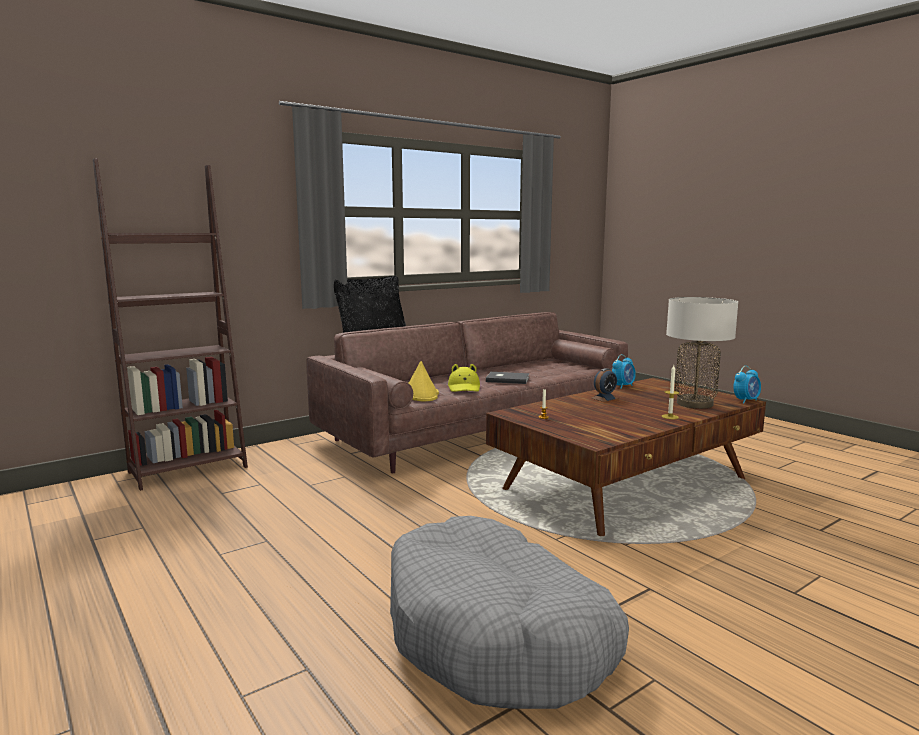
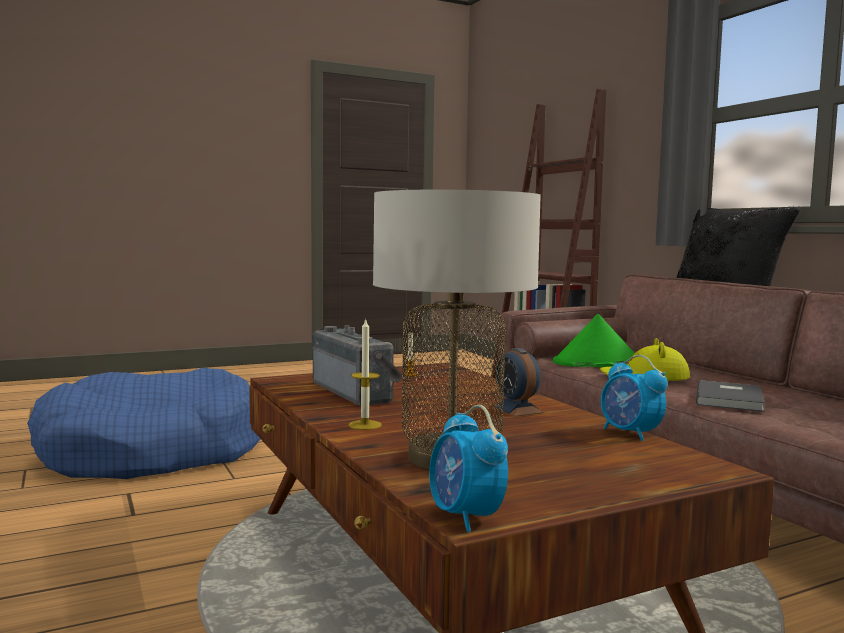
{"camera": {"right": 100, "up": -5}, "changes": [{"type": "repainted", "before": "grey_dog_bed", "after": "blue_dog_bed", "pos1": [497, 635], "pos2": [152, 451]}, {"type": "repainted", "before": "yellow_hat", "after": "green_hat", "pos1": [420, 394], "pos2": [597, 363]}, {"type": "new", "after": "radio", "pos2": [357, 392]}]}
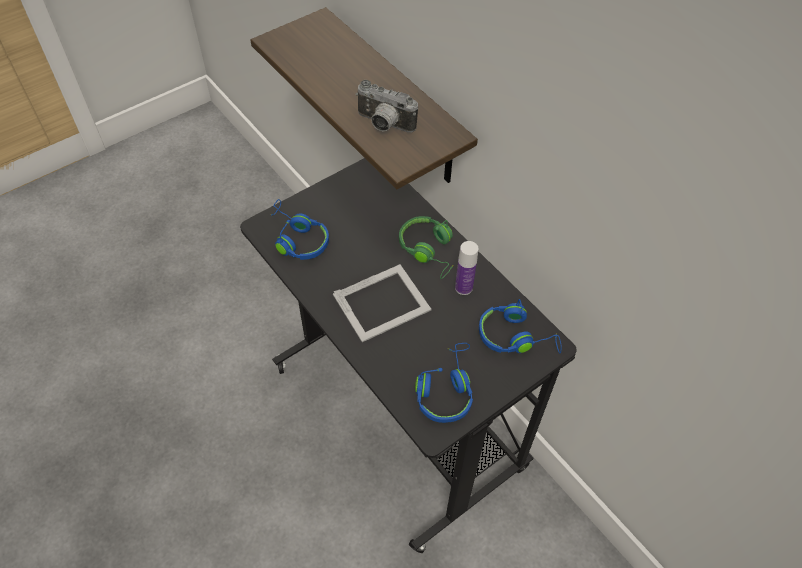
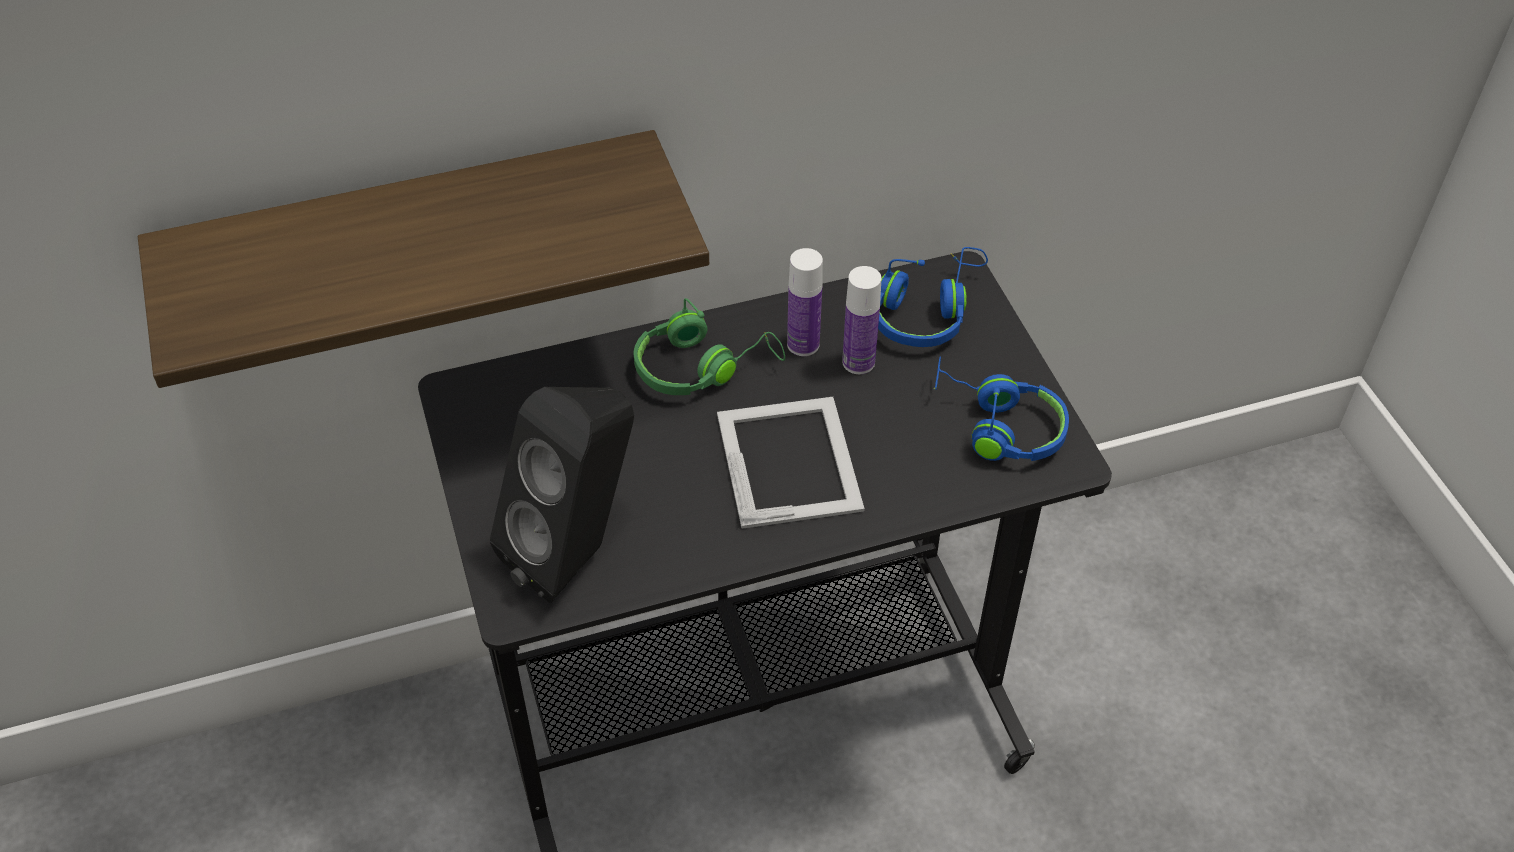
{"camera": {"right": -70, "up": -5}, "changes": [{"type": "swapped", "before": "blue_headphones", "after": "black_speaker", "pos1": [297, 238], "pos2": [578, 553]}, {"type": "gone", "before": "photo_camera", "pos1": [383, 125]}, {"type": "new", "after": "bottle", "pos2": [858, 362]}]}
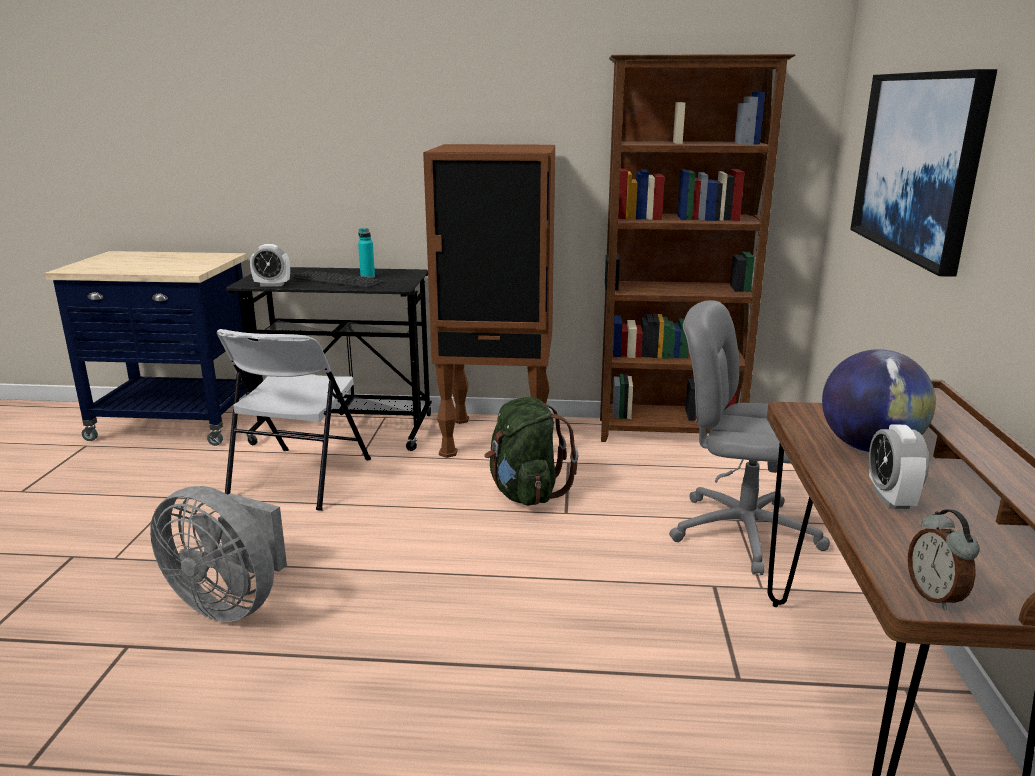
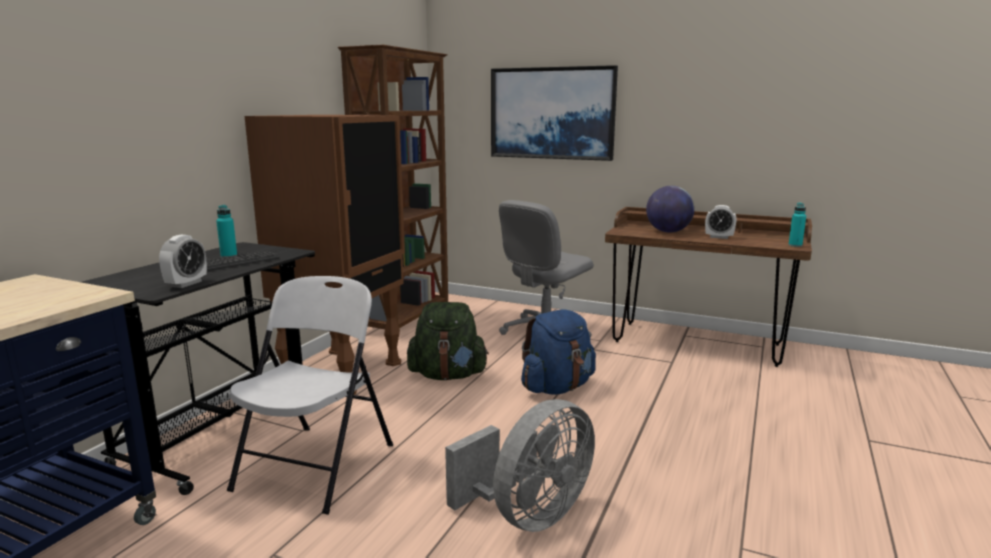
{"camera": {"right": -70, "up": -5}, "changes": [{"type": "rotated", "before": "white_chair", "pos1": [300, 478], "pos2": [316, 467], "turn": -105}, {"type": "swapped", "before": "alarm_clock", "after": "turquoise_bottle", "pos1": [935, 596], "pos2": [795, 245]}, {"type": "new", "after": "blue_backpack", "pos2": [557, 387]}]}
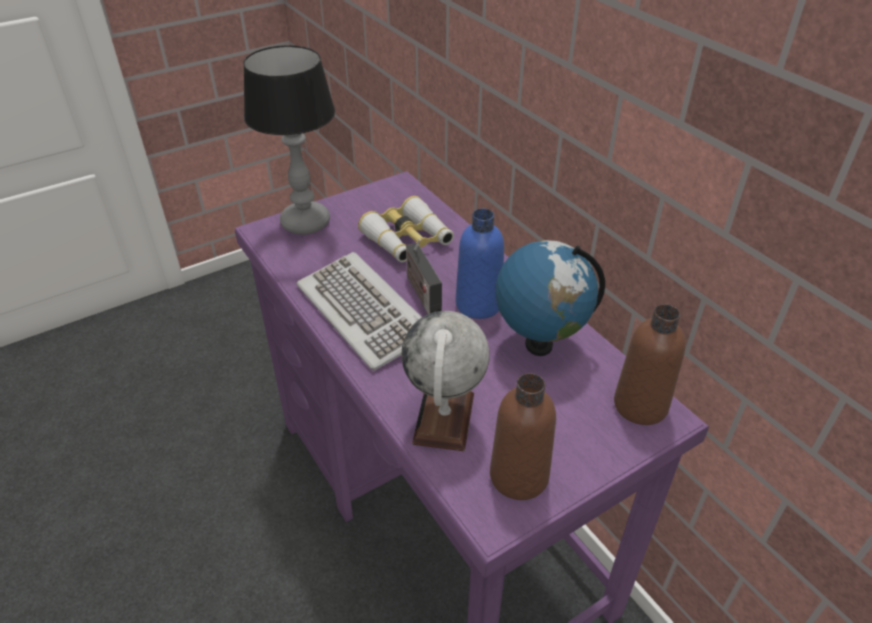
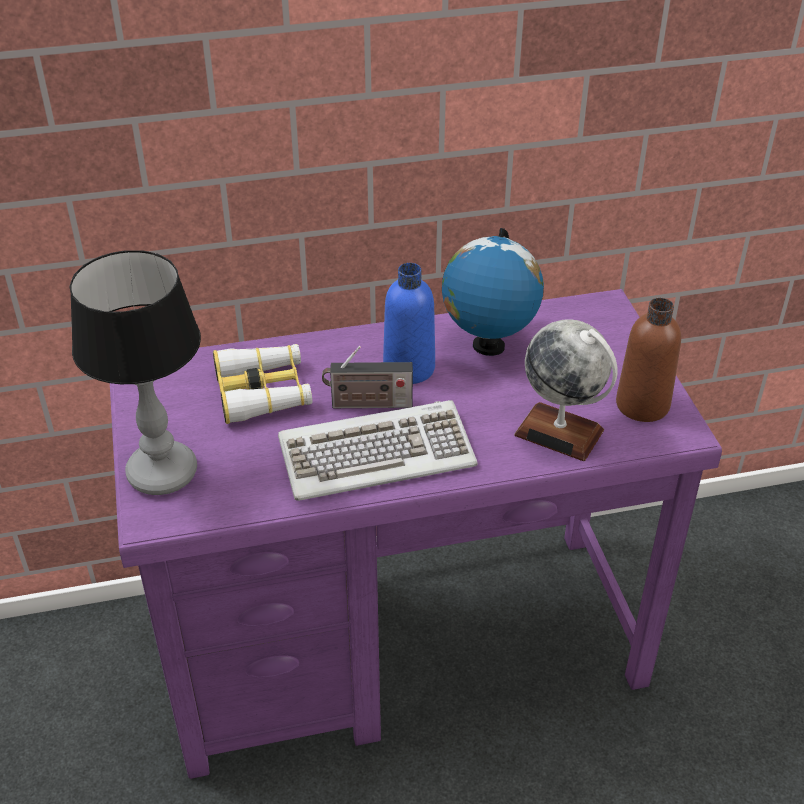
{"camera": {"right": -70, "up": 0}, "changes": [{"type": "gone", "before": "brown_bottle", "pos1": [640, 405]}]}
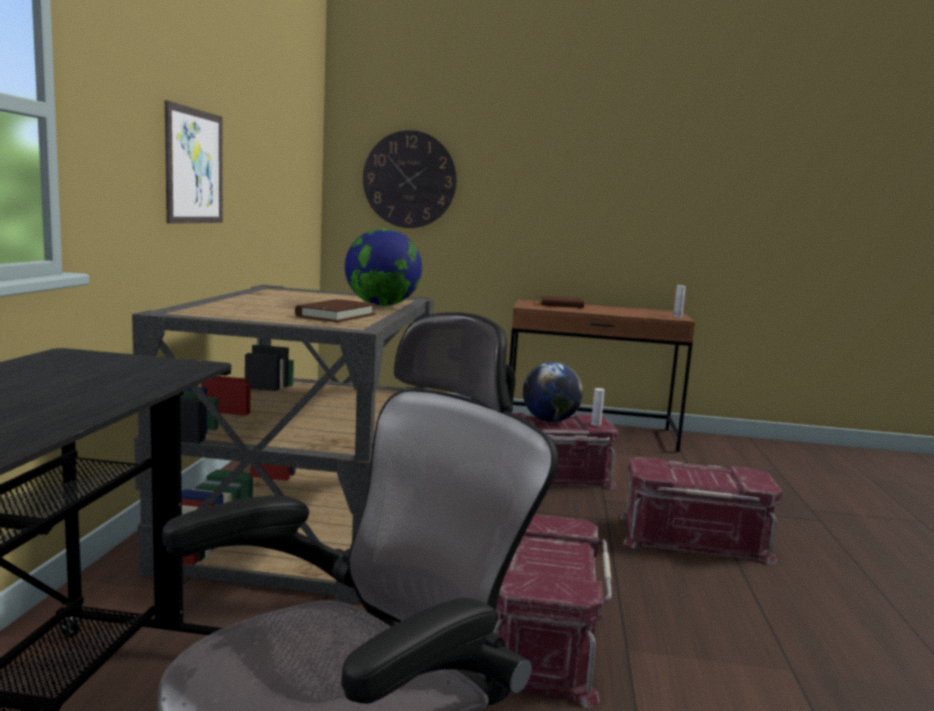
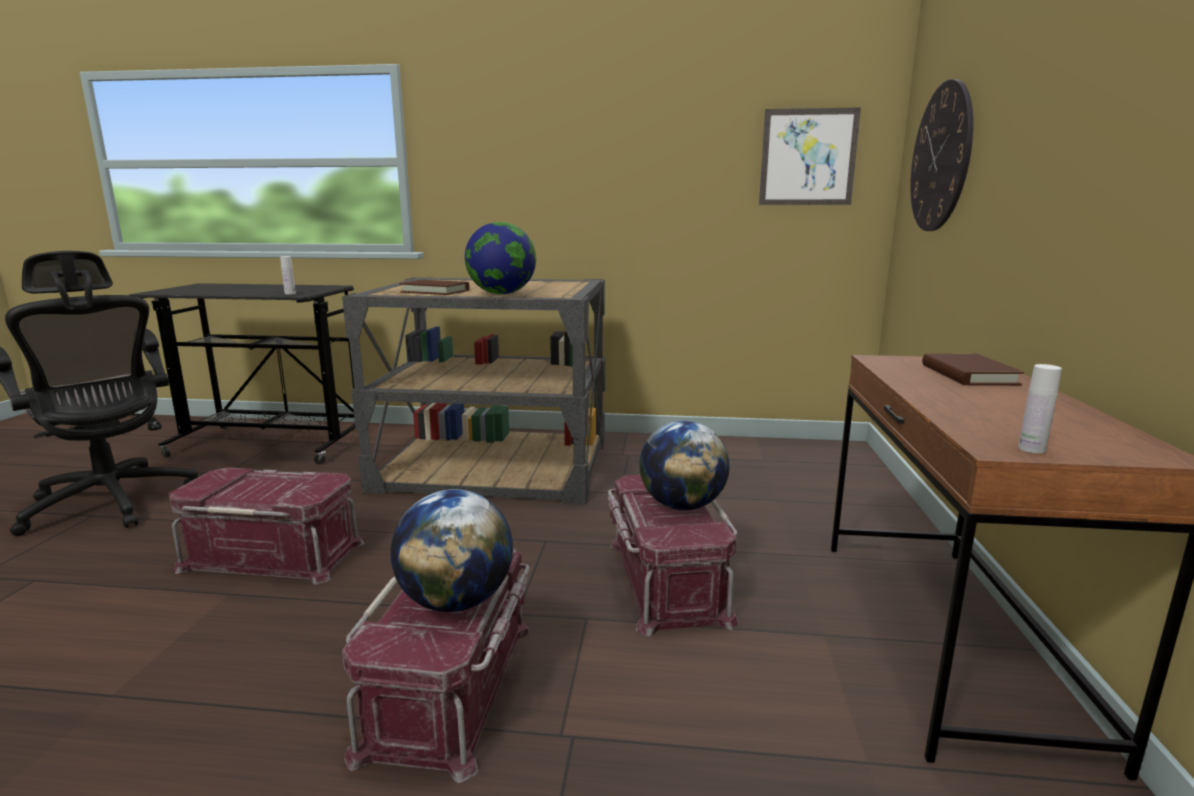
{"camera": {"right": 90, "up": 5}, "changes": [{"type": "shifted", "before": "picture", "pos1": [194, 166], "pos2": [808, 157]}, {"type": "shifted", "before": "white_bottle", "pos1": [596, 424], "pos2": [290, 293]}, {"type": "new", "after": "globe", "pos2": [456, 601]}]}
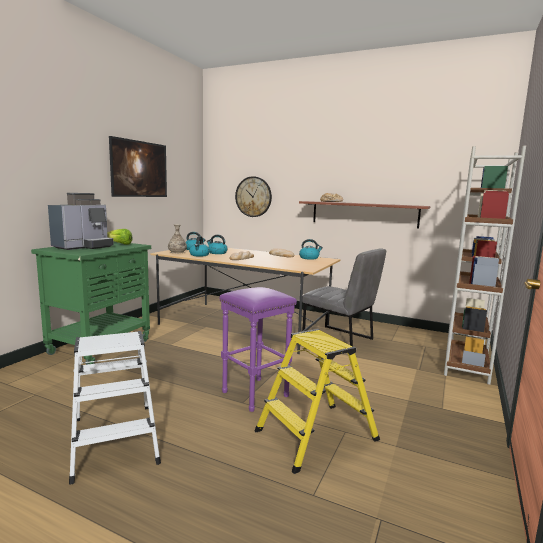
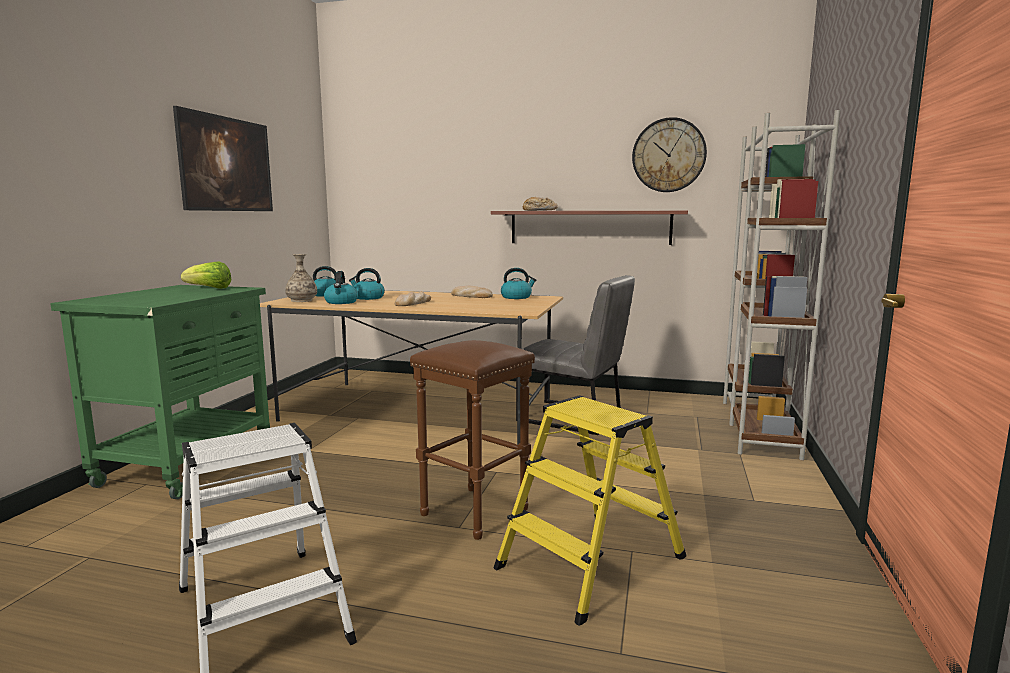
{"camera": {"right": -10, "up": 0}, "changes": [{"type": "gone", "before": "coffee_machine", "pos1": [84, 247]}, {"type": "repainted", "before": "purple_stool", "after": "brown_stool", "pos1": [257, 394], "pos2": [477, 511]}, {"type": "shifted", "before": "wall_clock", "pos1": [253, 196], "pos2": [668, 155]}]}
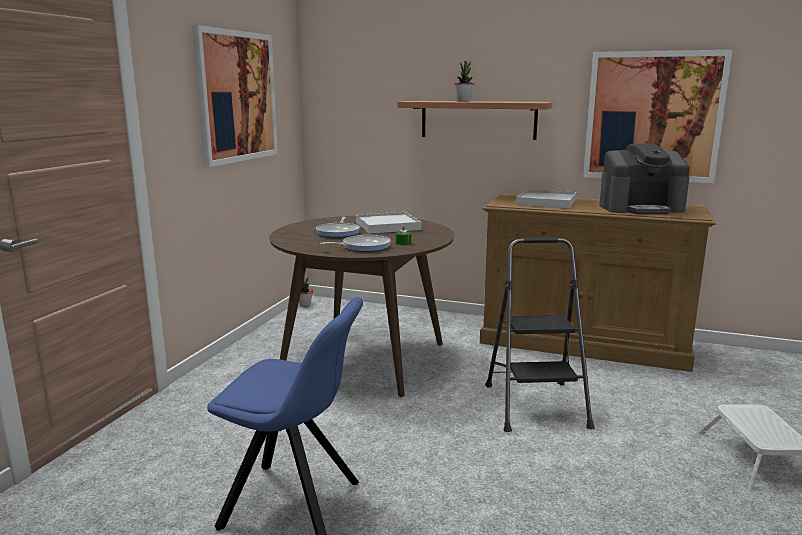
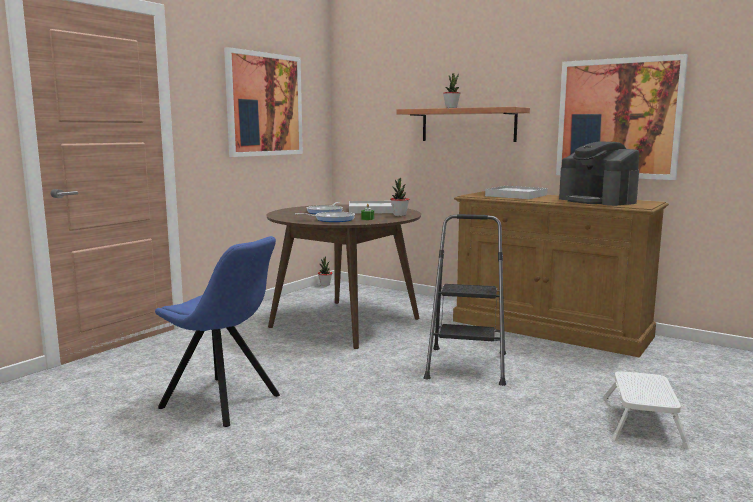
{"camera": {"right": 15, "up": -5}, "changes": [{"type": "rotated", "before": "coffee_machine", "pos1": [641, 208], "pos2": [597, 201], "turn": 45}, {"type": "new", "after": "potted_plant", "pos2": [399, 215]}]}
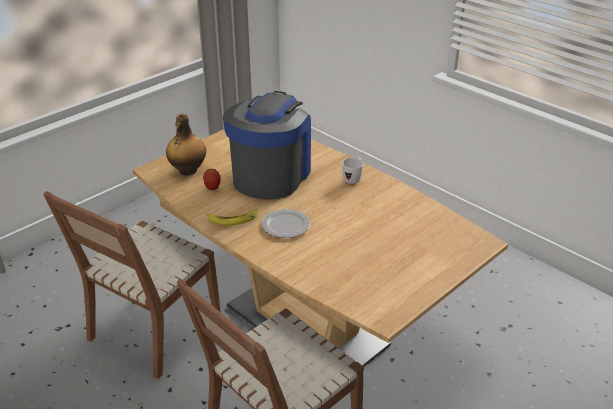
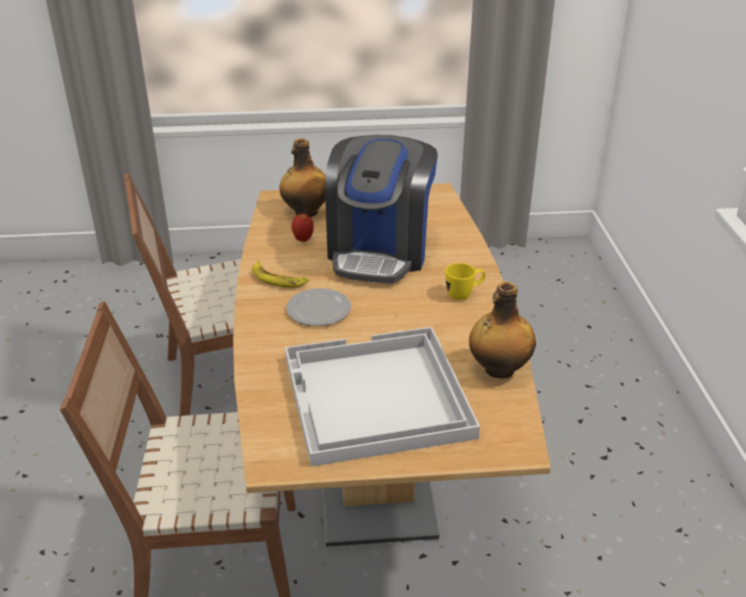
{"camera": {"right": 40, "up": 0}, "changes": [{"type": "rotated", "before": "coffee_machine", "pos1": [271, 175], "pos2": [379, 251], "turn": 135}, {"type": "repainted", "before": "white_mug", "after": "yellow_mug", "pos1": [353, 179], "pos2": [464, 295]}, {"type": "new", "after": "white_tray", "pos2": [375, 398]}, {"type": "new", "after": "bottle", "pos2": [498, 370]}]}
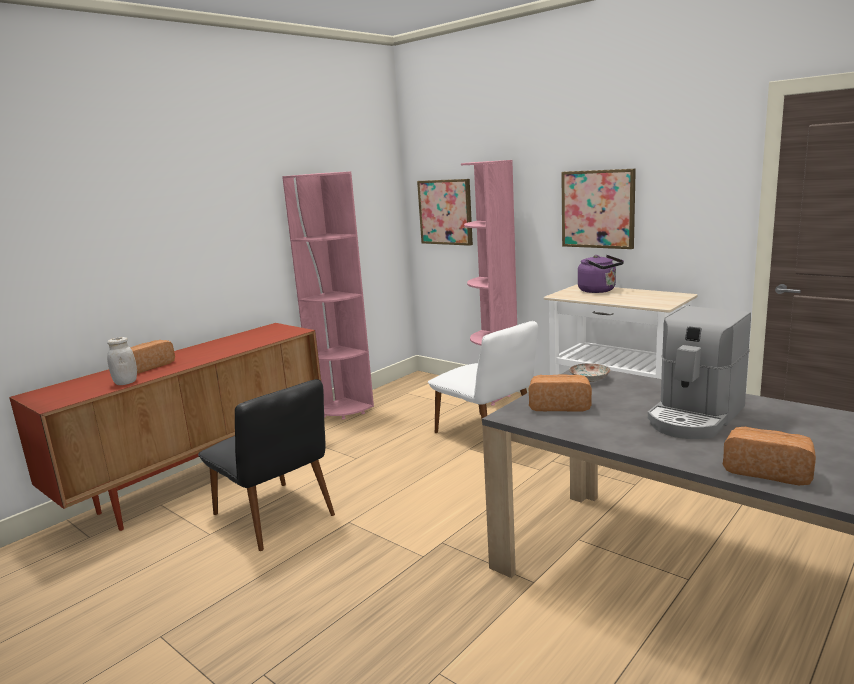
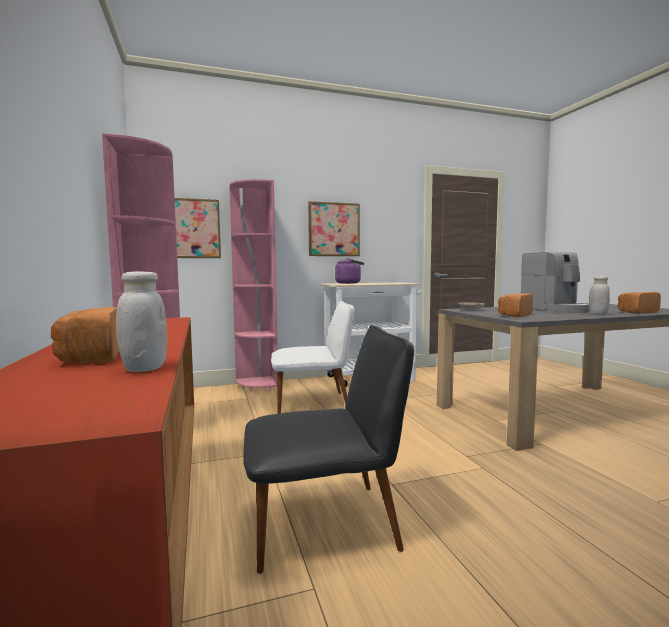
{"camera": {"right": -60, "up": -10}, "changes": [{"type": "new", "after": "white_jar", "pos2": [598, 314]}]}
